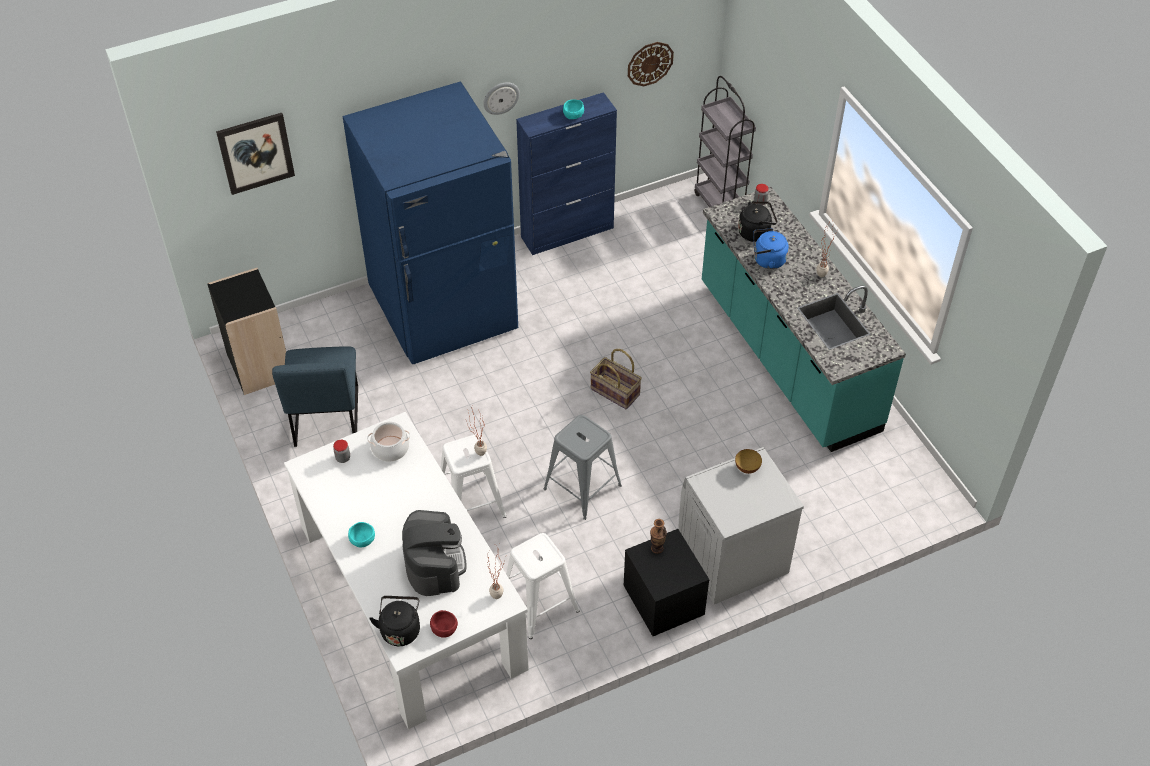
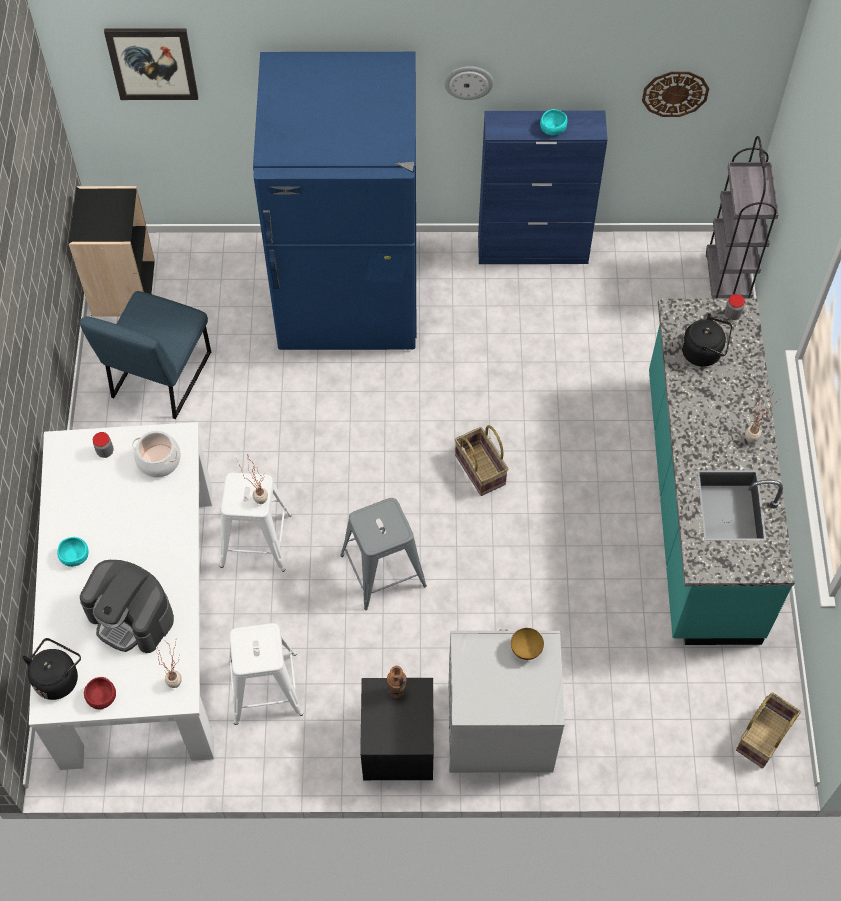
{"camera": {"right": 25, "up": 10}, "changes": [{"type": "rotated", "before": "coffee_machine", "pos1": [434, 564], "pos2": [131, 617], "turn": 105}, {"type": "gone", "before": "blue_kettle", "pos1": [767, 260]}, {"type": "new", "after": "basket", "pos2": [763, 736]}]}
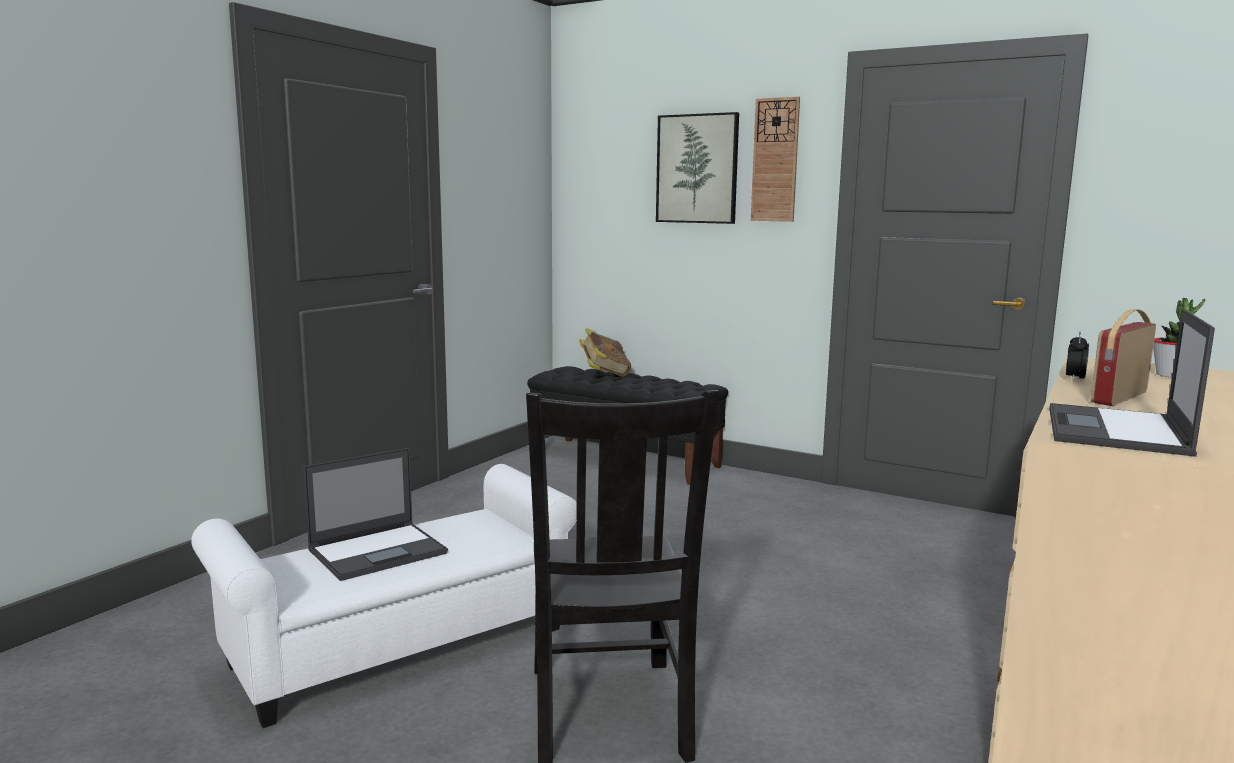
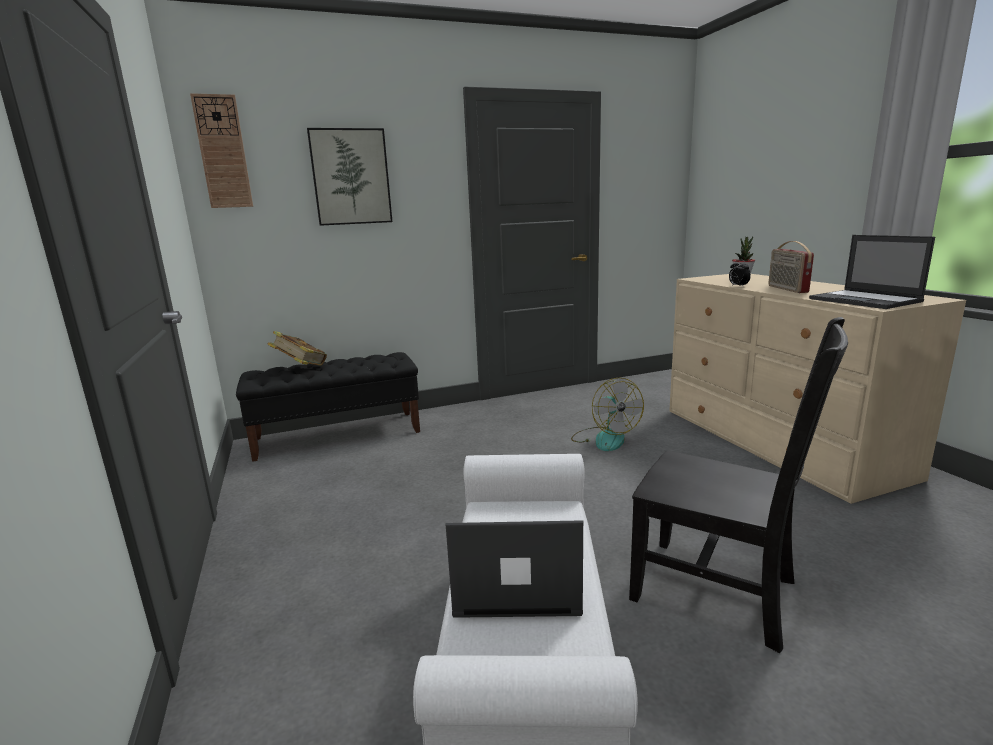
{"camera": {"right": -50, "up": 5}, "changes": [{"type": "rotated", "before": "laptop", "pos1": [379, 551], "pos2": [515, 583], "turn": -90}, {"type": "shifted", "before": "wall_clock", "pos1": [775, 160], "pos2": [223, 152]}, {"type": "new", "after": "fan", "pos2": [604, 438]}]}
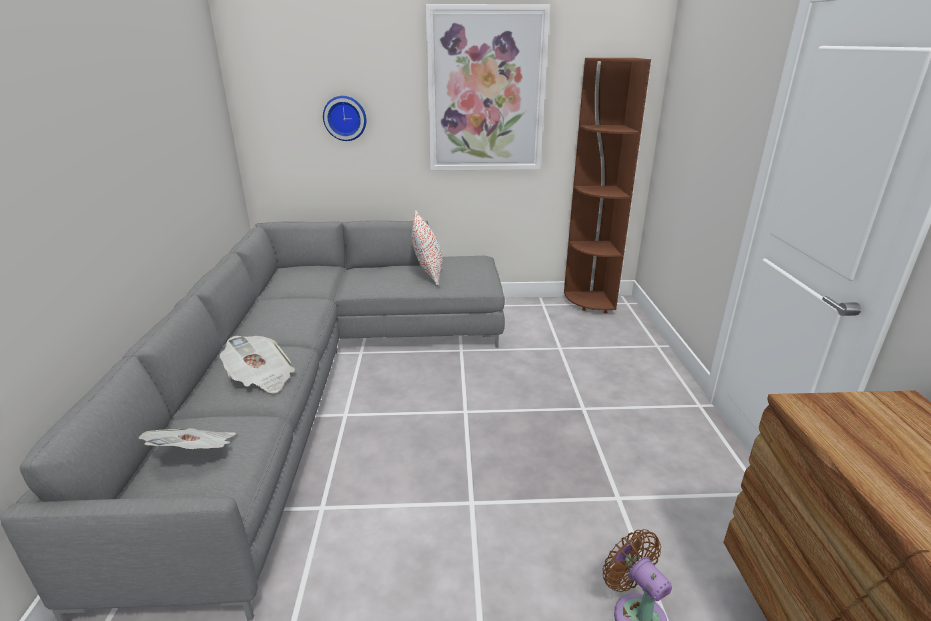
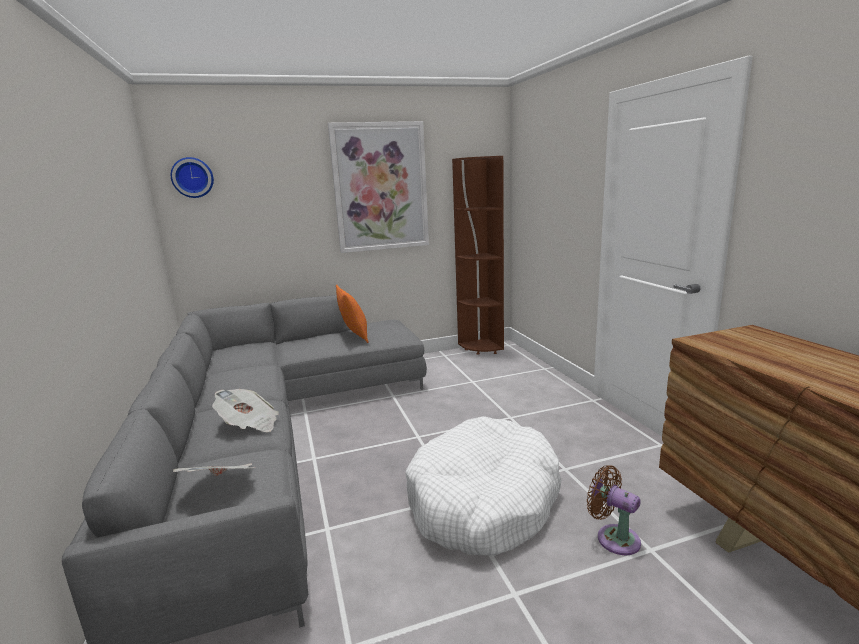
{"camera": {"right": -15, "up": -10}, "changes": [{"type": "shifted", "before": "wall_clock", "pos1": [345, 118], "pos2": [192, 177]}, {"type": "repainted", "before": "white_pillow", "after": "orange_pillow", "pos1": [428, 274], "pos2": [354, 336]}, {"type": "new", "after": "white_dog_bed", "pos2": [483, 501]}]}
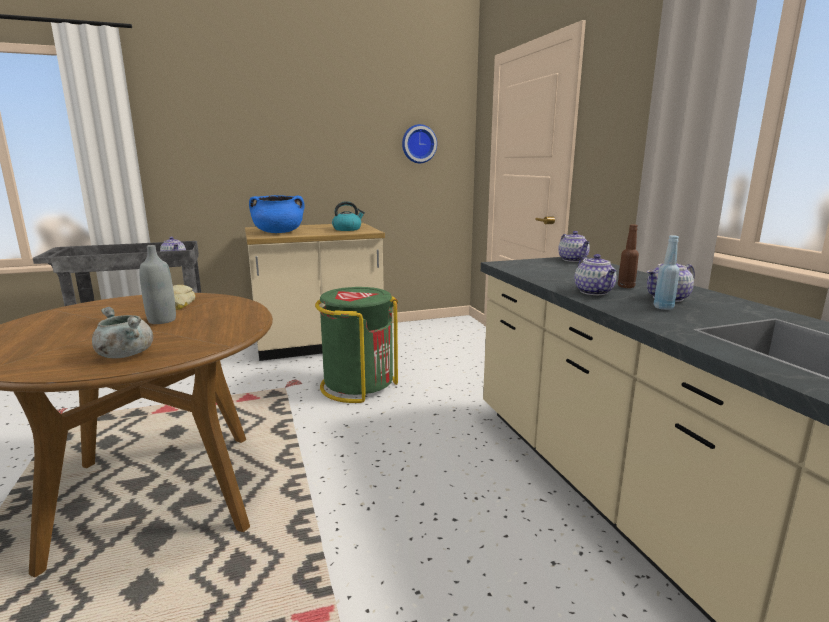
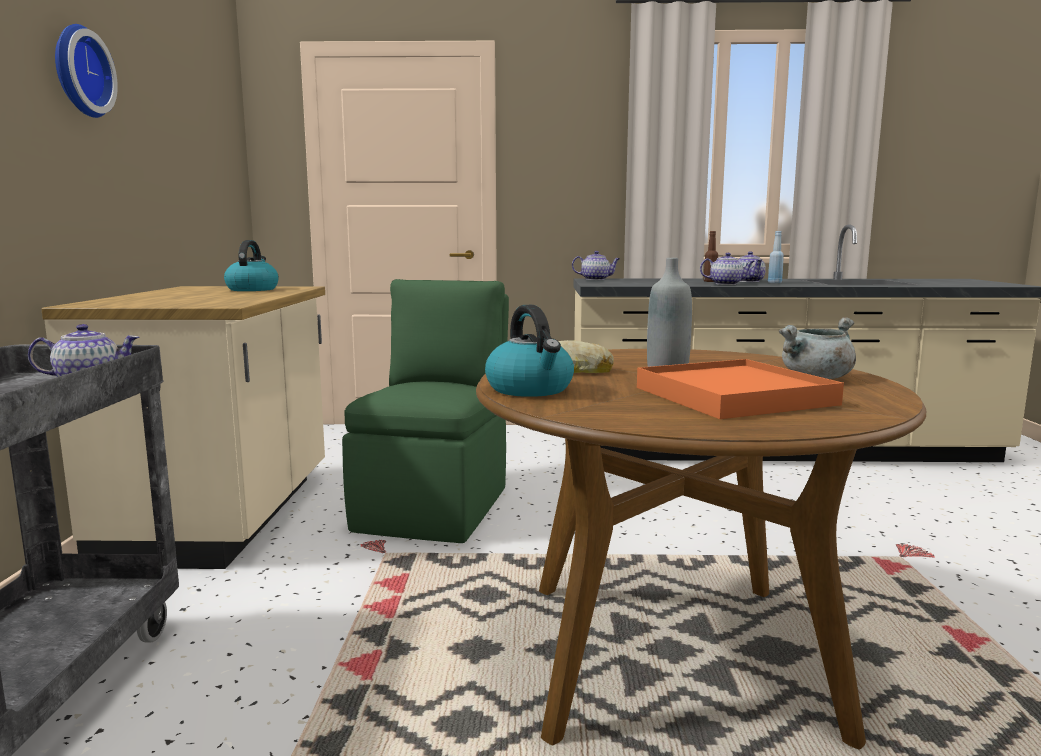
{"camera": {"right": -70, "up": -5}, "changes": [{"type": "gone", "before": "blue_cooking_pot", "pos1": [278, 232]}, {"type": "swapped", "before": "green_trash_can", "after": "green_chair", "pos1": [358, 385], "pos2": [435, 507]}, {"type": "shifted", "before": "wall_clock", "pos1": [418, 144], "pos2": [78, 71]}, {"type": "new", "after": "kettle", "pos2": [530, 389]}, {"type": "new", "after": "orange_tray", "pos2": [733, 396]}]}
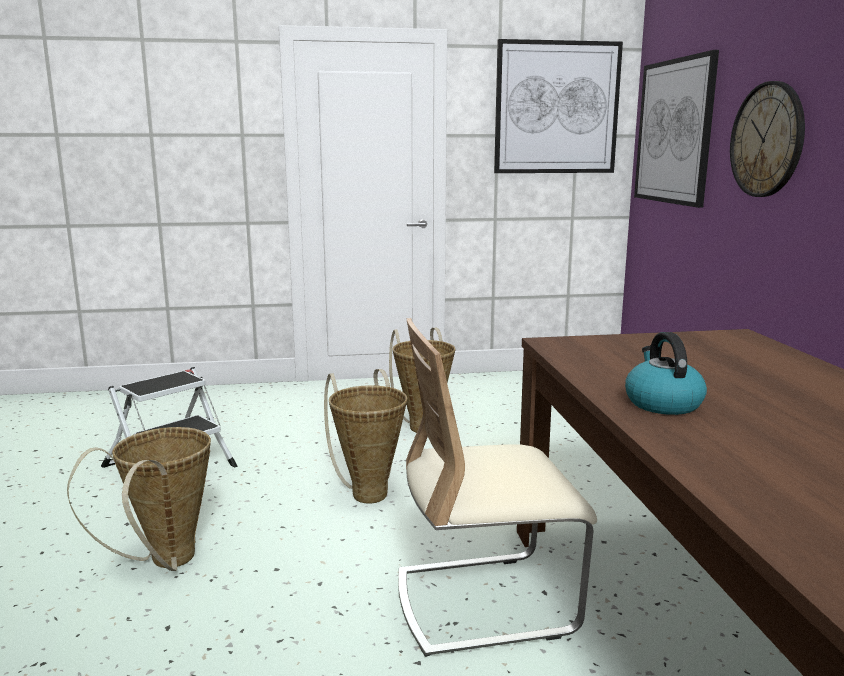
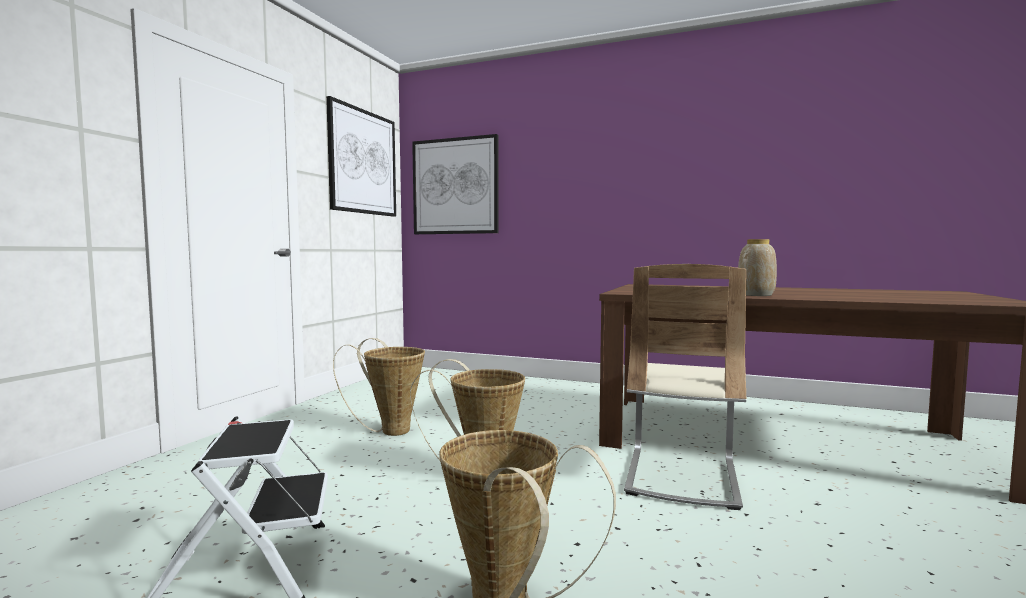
{"camera": {"right": -60, "up": -10}, "changes": [{"type": "swapped", "before": "kettle", "after": "vase", "pos1": [662, 403], "pos2": [756, 295]}, {"type": "gone", "before": "wall_clock", "pos1": [767, 140]}]}
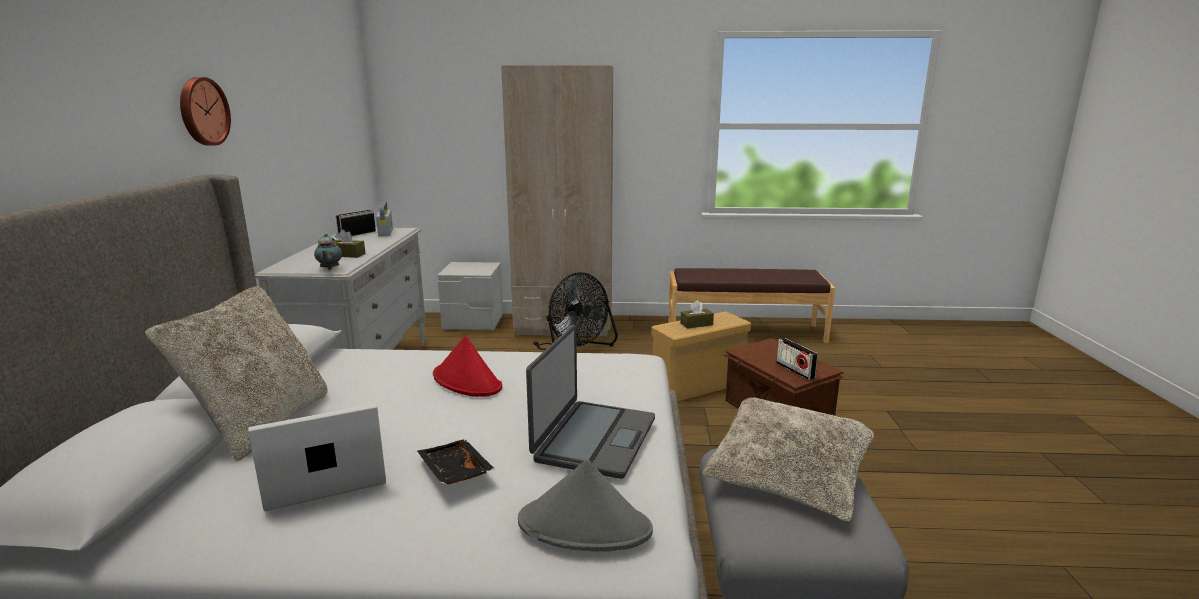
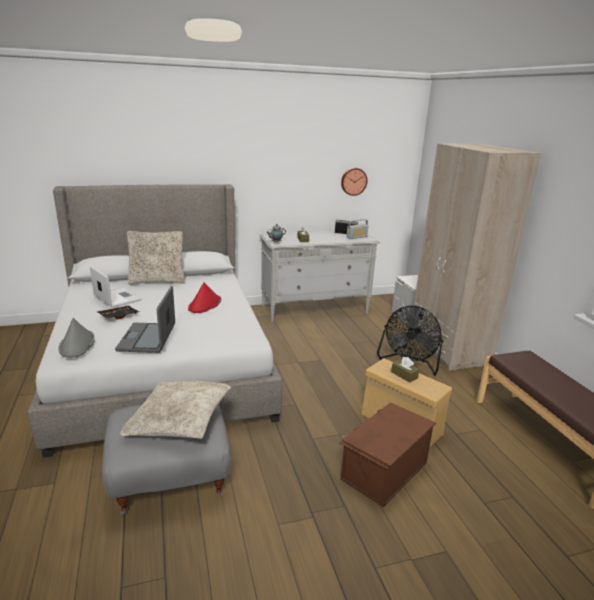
{"camera": {"right": 70, "up": 5}, "changes": [{"type": "shifted", "before": "wall_clock", "pos1": [202, 111], "pos2": [353, 181]}, {"type": "rotated", "before": "laptop", "pos1": [594, 439], "pos2": [148, 338], "turn": 90}, {"type": "gone", "before": "radio", "pos1": [795, 370]}]}
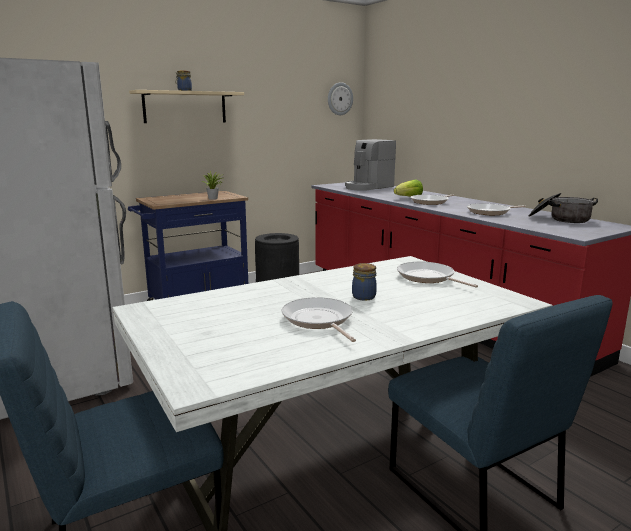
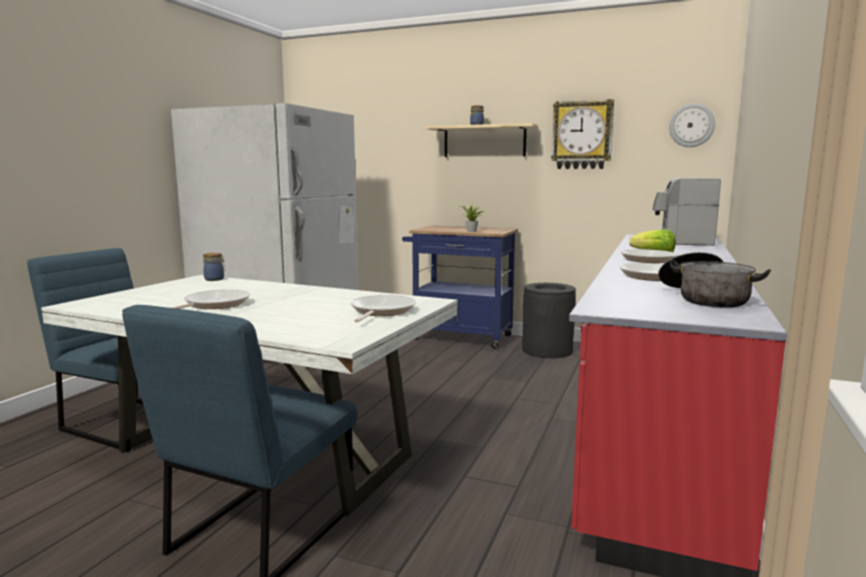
{"camera": {"right": 55, "up": -5}, "changes": [{"type": "shifted", "before": "jar", "pos1": [364, 296], "pos2": [215, 279]}, {"type": "new", "after": "wall_clock", "pos2": [582, 135]}]}
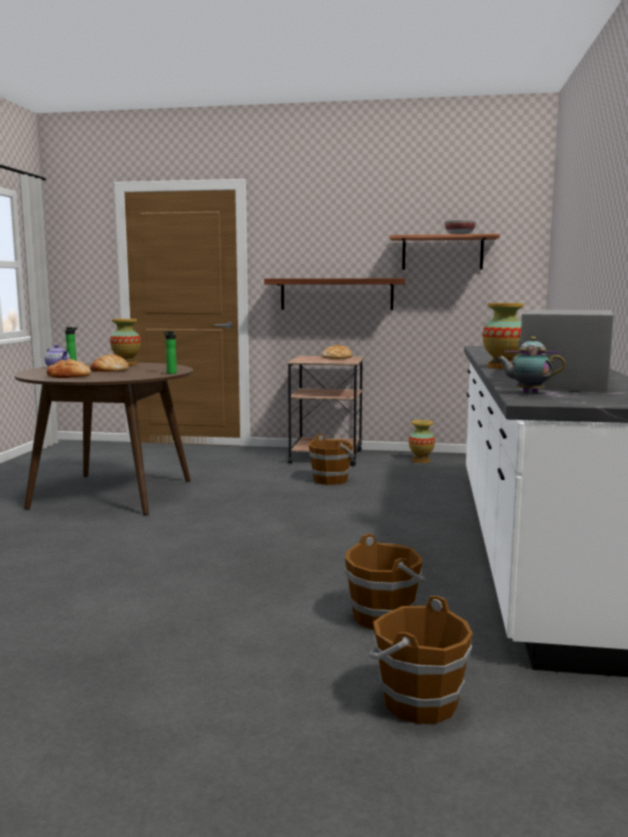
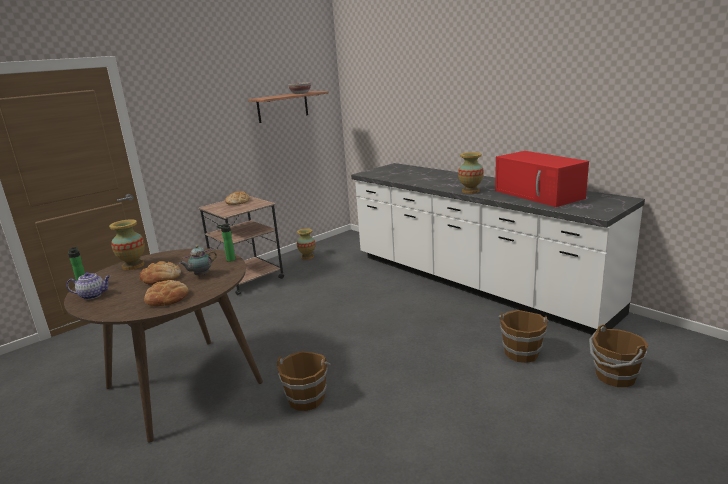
{"camera": {"right": -50, "up": 10}, "changes": [{"type": "gone", "before": "shelf", "pos1": [336, 294]}, {"type": "shifted", "before": "brown_bucket", "pos1": [331, 480], "pos2": [306, 398]}, {"type": "shifted", "before": "teapot", "pos1": [527, 393], "pos2": [201, 275]}, {"type": "repainted", "before": "grey_microwave", "after": "red_microwave", "pos1": [566, 381], "pos2": [539, 194]}]}
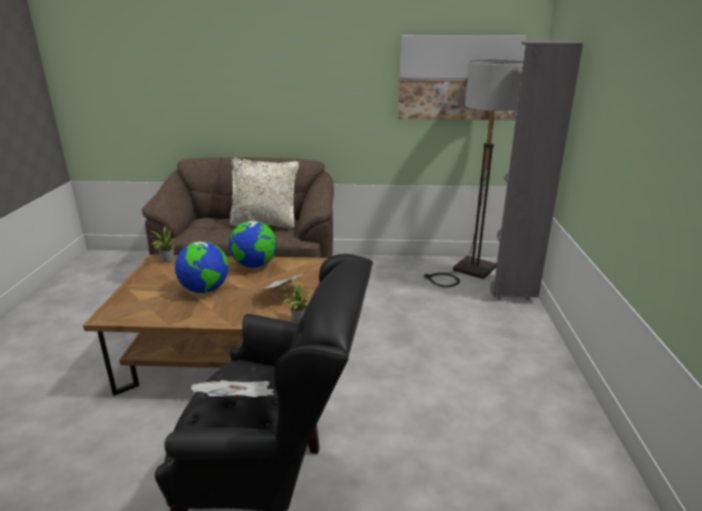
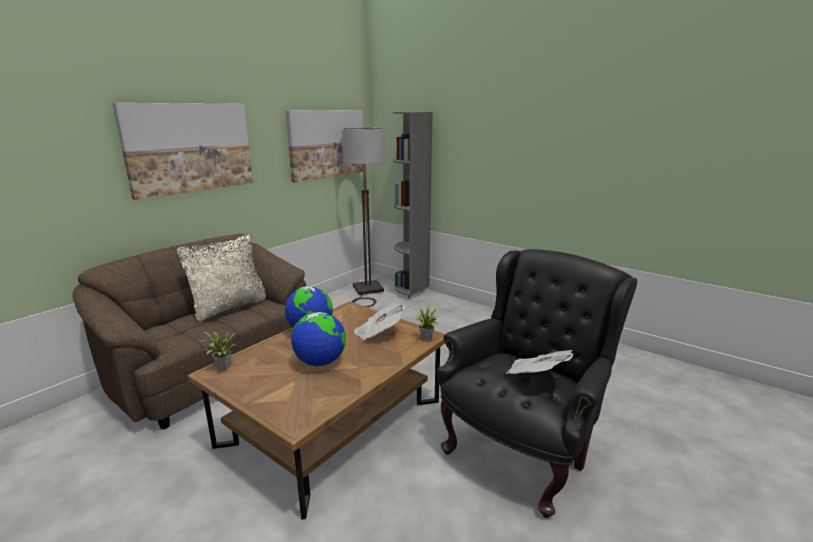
{"camera": {"right": -55, "up": -5}, "changes": [{"type": "new", "after": "picture", "pos2": [190, 147]}]}
